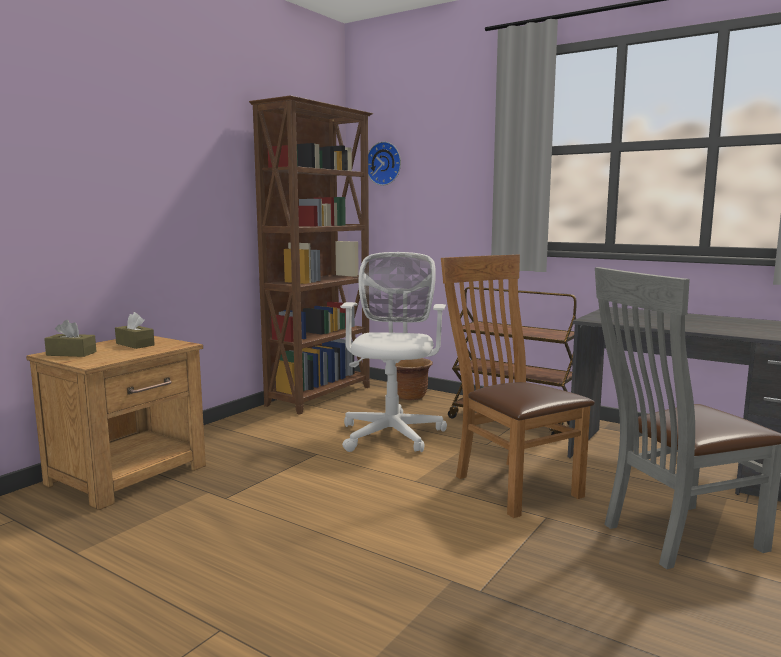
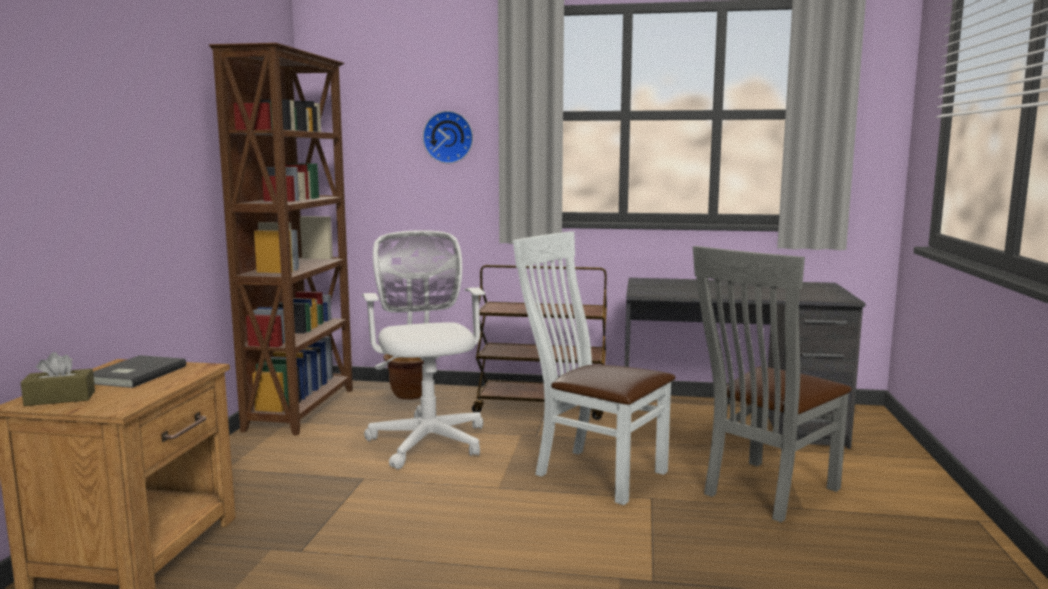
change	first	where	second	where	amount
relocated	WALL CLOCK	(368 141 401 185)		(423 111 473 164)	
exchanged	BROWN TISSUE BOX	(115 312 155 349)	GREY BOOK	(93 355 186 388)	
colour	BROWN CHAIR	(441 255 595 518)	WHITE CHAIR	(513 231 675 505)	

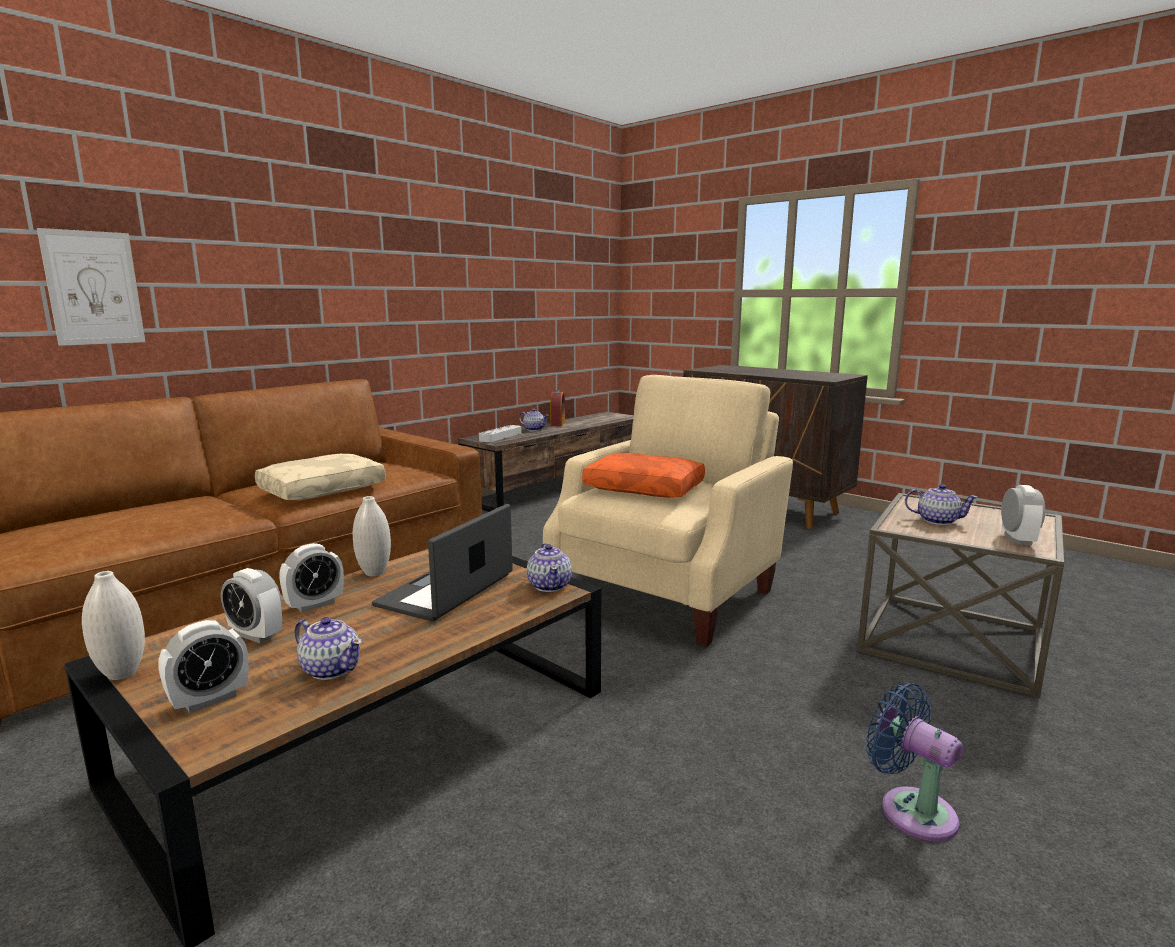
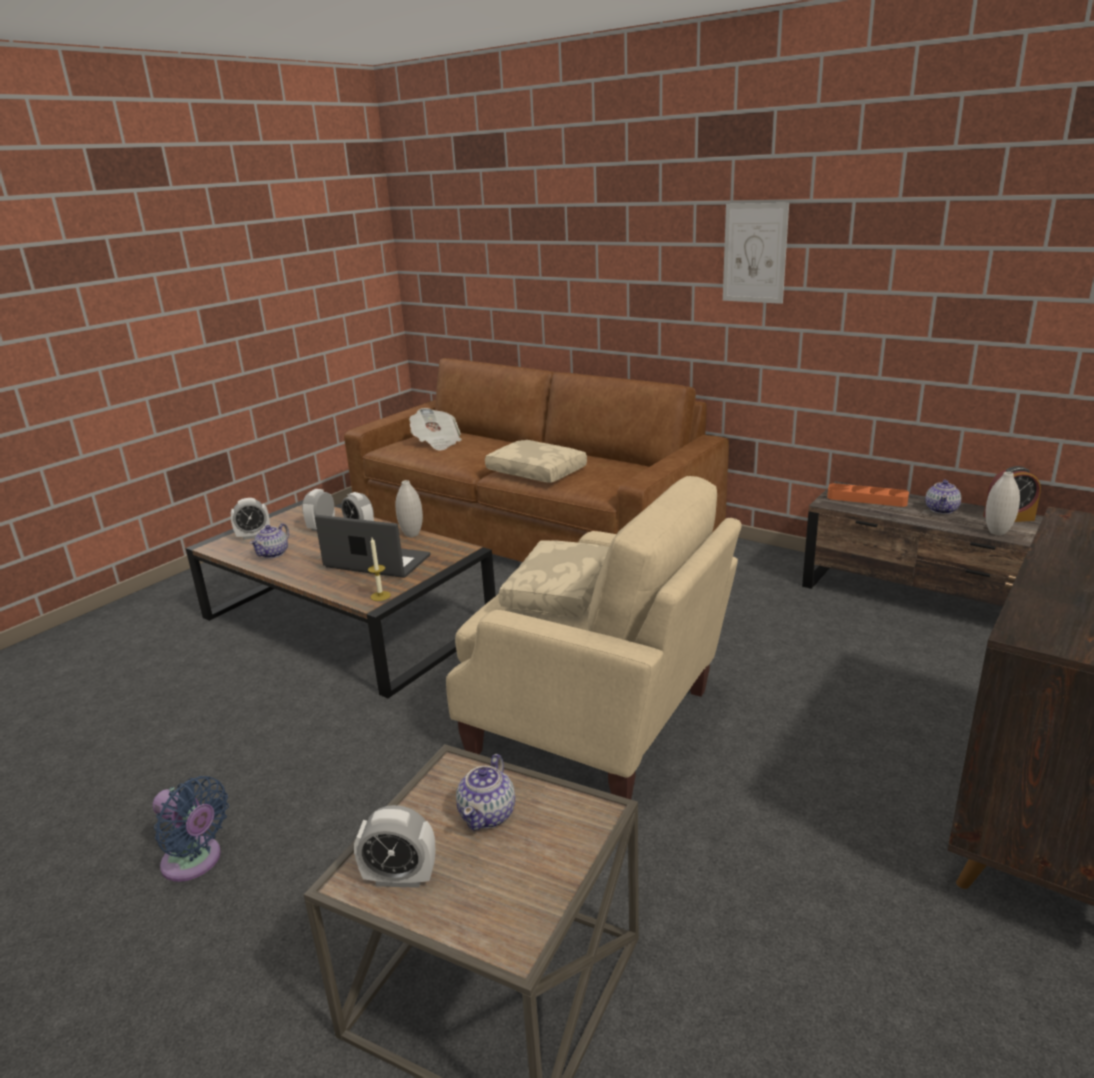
change	first	where	second	where	amount
appeared			NEWSPAPER	(409 408 462 451)	
relocated	PICTURE	(37 228 145 346)		(723 203 789 304)	
relocated	WHITE VASE	(82 571 145 680)		(985 472 1020 535)	
exchanged	TEAPOT	(527 543 572 592)	CANDLE	(368 538 391 601)	
colour	GREY TRAY	(479 425 521 442)	ORANGE TRAY	(827 483 909 507)	
colour	ORANGE PILLOW	(582 453 705 498)	BEIGE PILLOW	(498 540 609 617)	
spun	ALARM CLOCK	(159 620 249 713)		(231 498 270 540)	60 degrees counterclockwise
spun	BLUE FAN	(866 682 963 841)		(153 776 229 882)	75 degrees clockwise

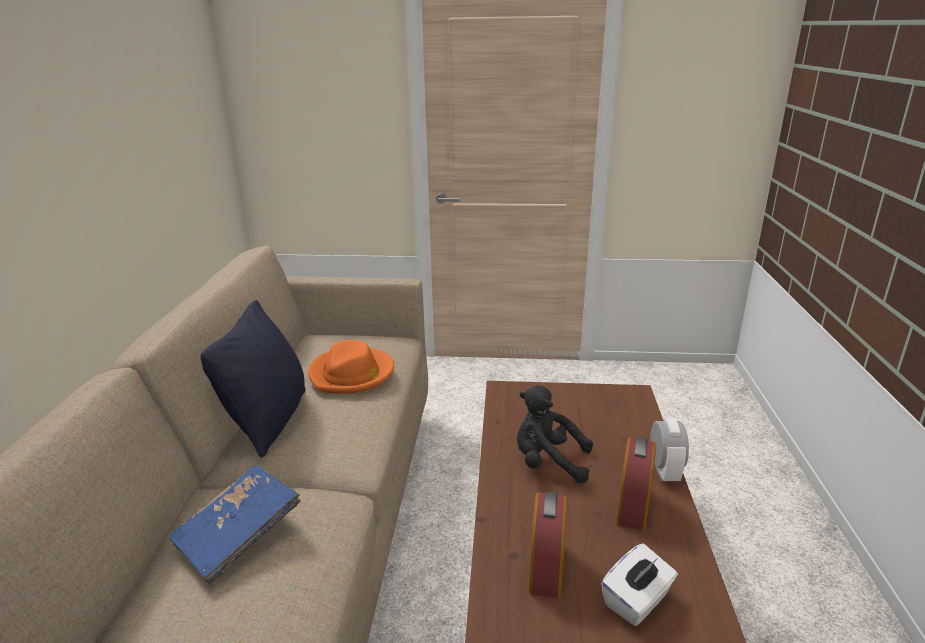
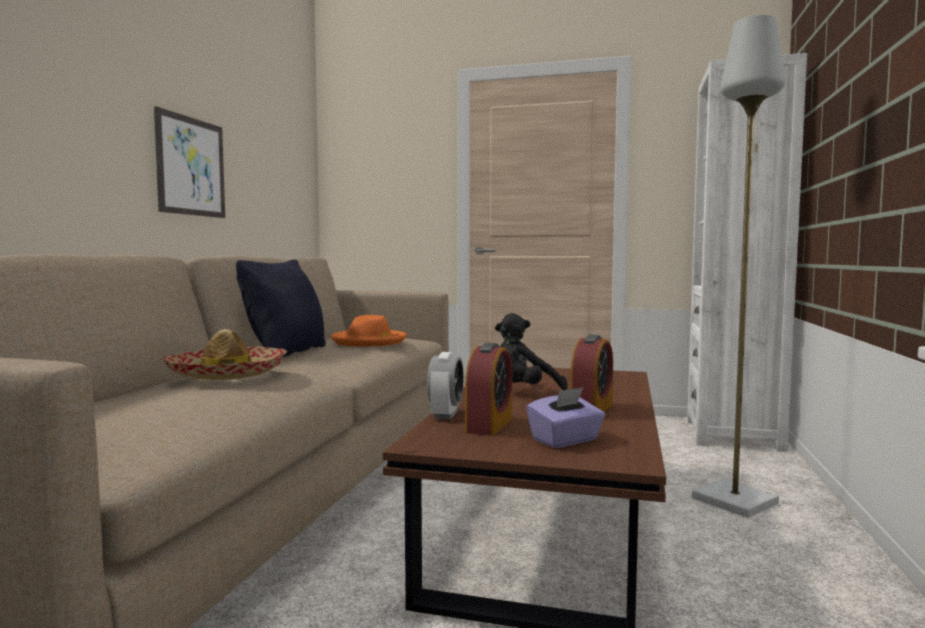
change	first	where	second	where	amount
appeared			PICTURE	(154 106 225 218)	
appeared			WHITE BOOKCASE	(687 53 807 452)	
appeared			GREY FLOOR LAMP	(692 15 785 518)	
relocated	ALARM CLOCK	(650 418 689 481)		(427 352 464 420)	
exchanged	BLUE BOOK	(169 465 301 585)	HAT	(161 329 287 380)	
colour	WHITE TISSUE BOX	(601 544 678 626)	PURPLE TISSUE BOX	(526 387 605 448)	
spun	BLACK PLUSH TOY	(517 385 593 483)		(495 313 568 390)	60 degrees counterclockwise

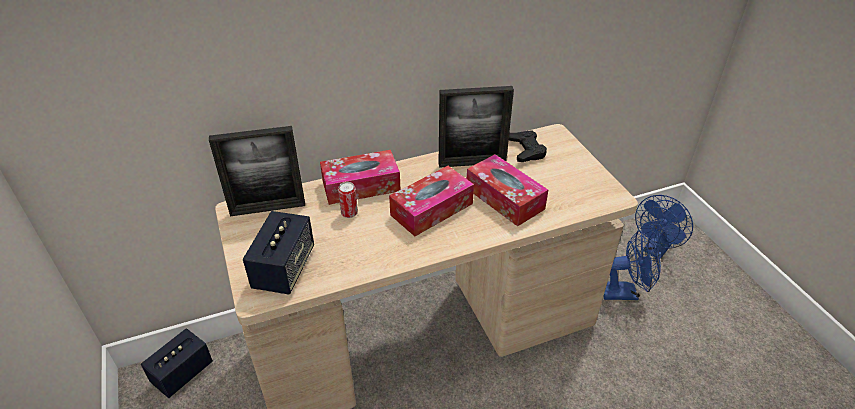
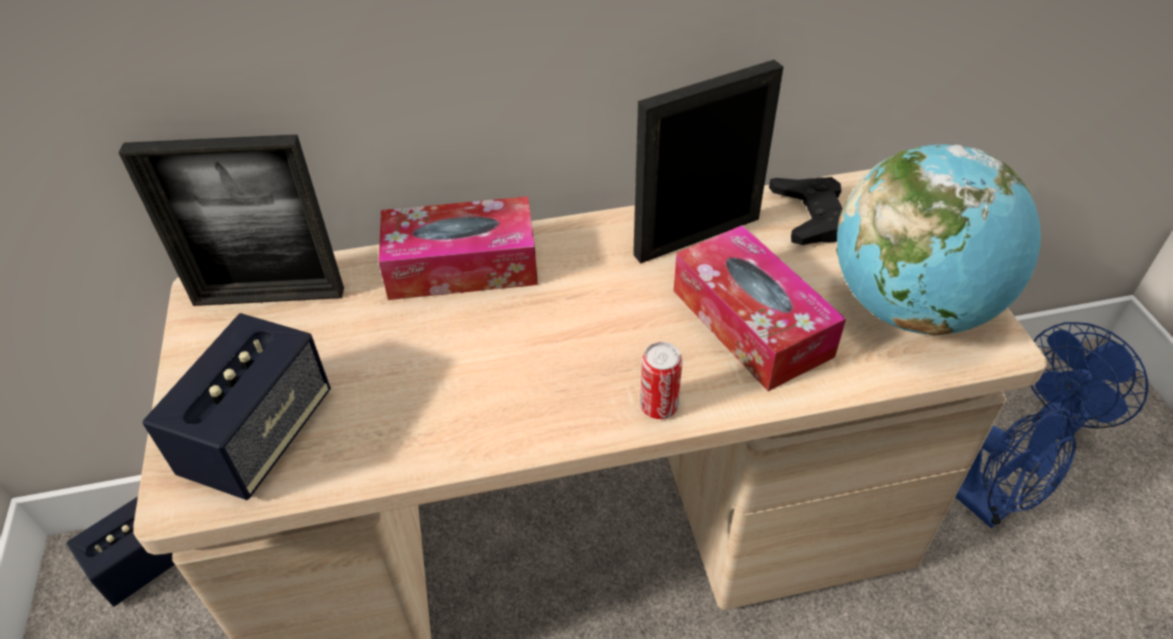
change	first	where	second	where	amount
missing	TISSUE BOX	(389 166 474 236)			
appeared			GLOBE	(836 144 1041 335)	
relocated	CAN	(338 182 358 218)		(640 342 683 419)	
spun	PICTURE FRAME	(439 86 514 168)		(633 60 783 264)	150 degrees clockwise
spun	BLUE FAN	(603 230 661 300)		(955 409 1077 528)	45 degrees clockwise

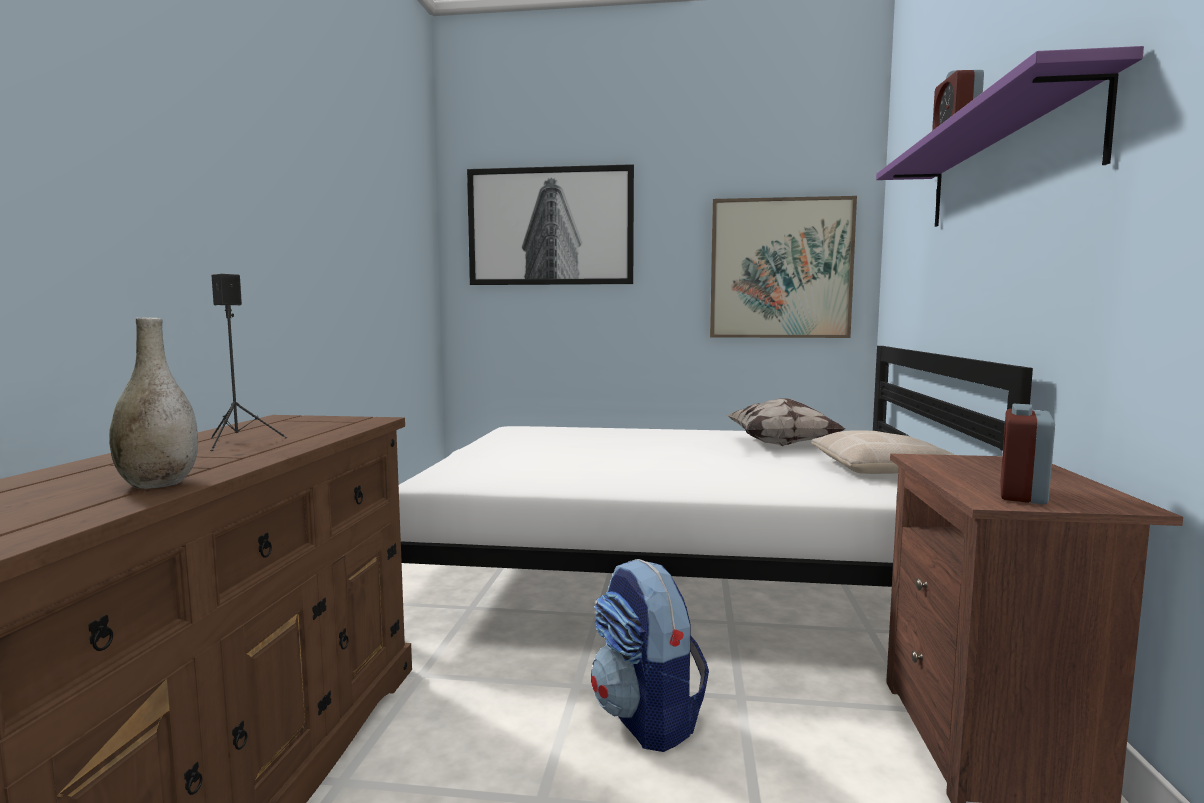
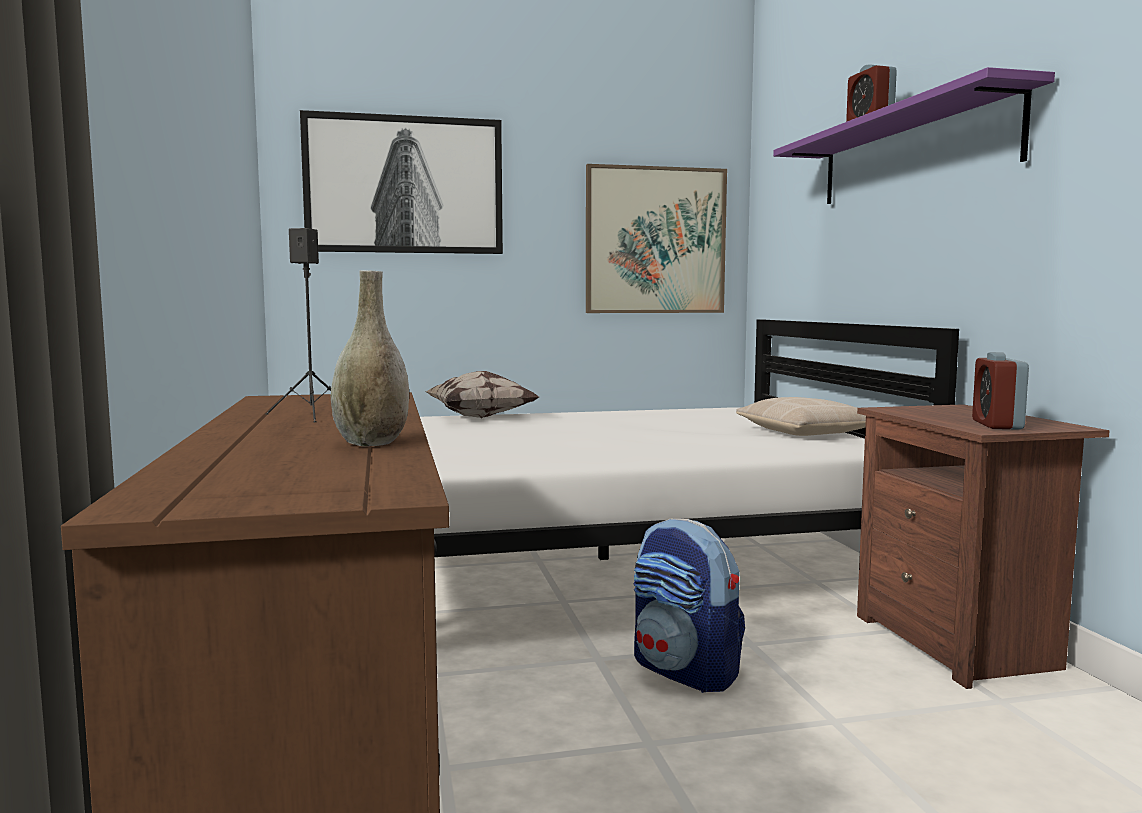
change	first	where	second	where	amount
relocated	PILLOW	(726 398 845 446)		(424 371 539 419)	

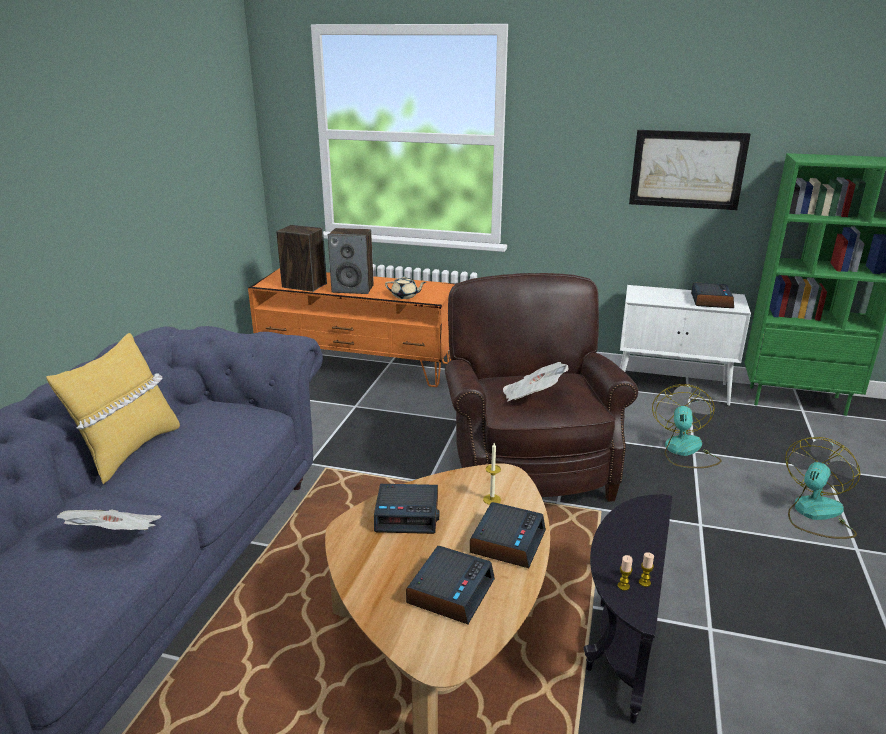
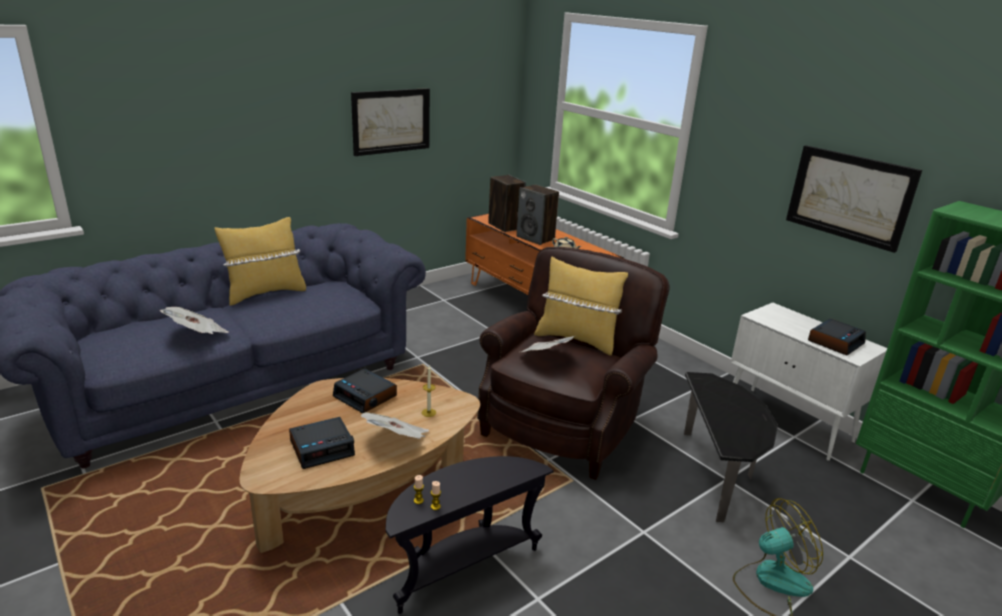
change	first	where	second	where	amount
appeared			PICTURE	(351 88 430 156)	
appeared			YELLOW PILLOW	(534 256 628 356)	
exchanged	ALARM CLOCK	(470 502 546 568)	NEWSPAPER	(361 412 429 439)	
exchanged	FAN	(652 384 721 468)	SIDE TABLE	(684 372 778 522)	

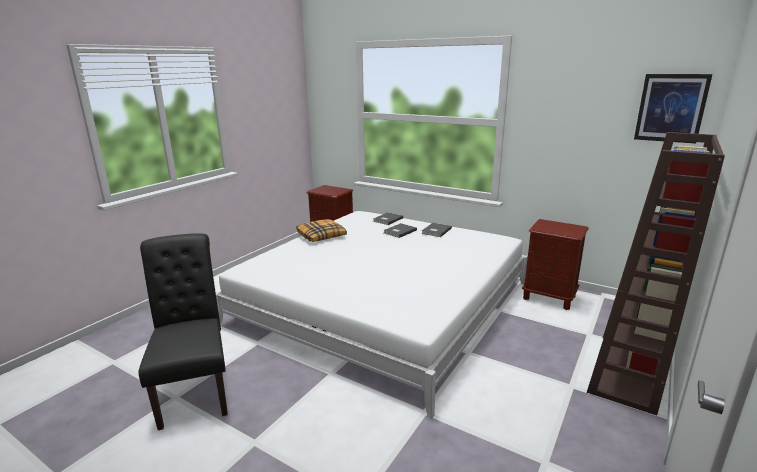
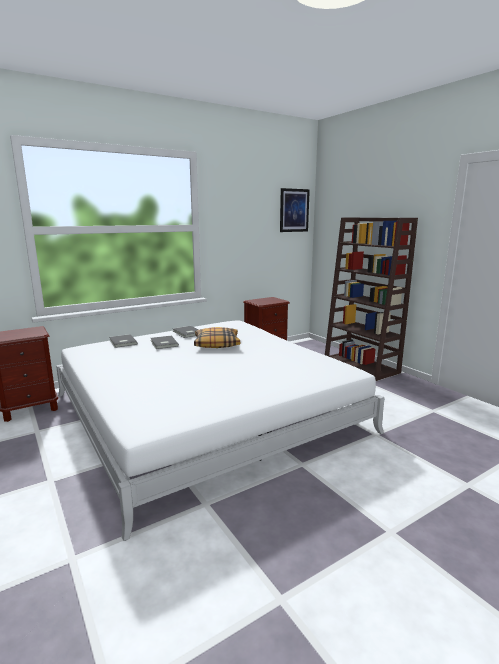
change	first	where	second	where	amount
missing	BLACK CHAIR	(138 233 228 430)			
relocated	PILLOW	(296 219 347 242)		(194 327 240 348)	

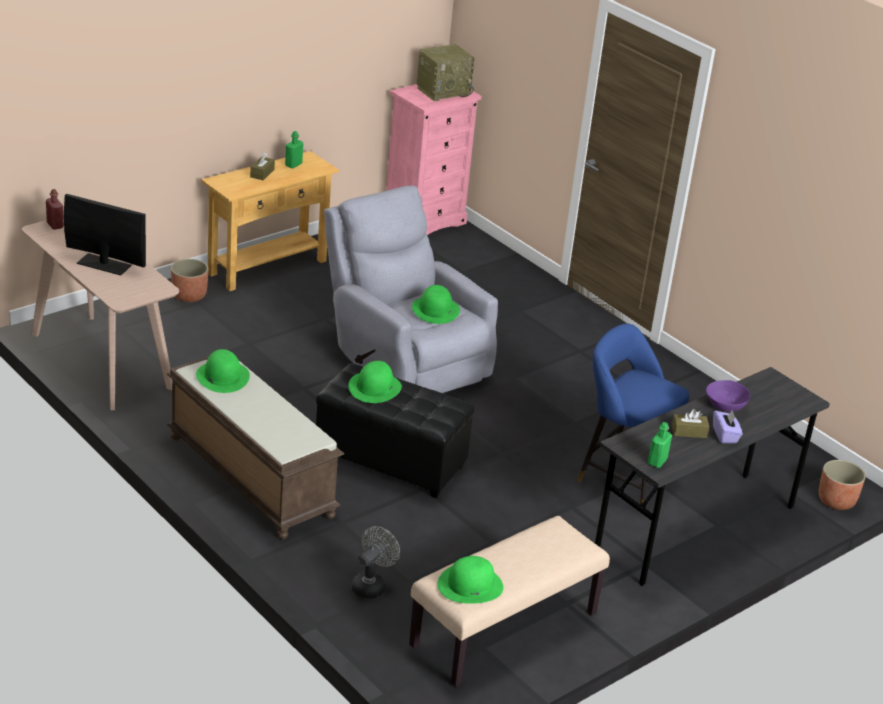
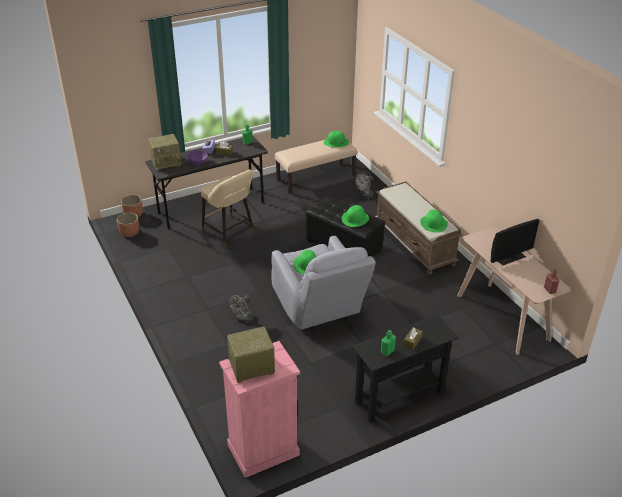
change	first	where	second	where	amount
appeared			RADIO	(148 134 183 170)	
appeared			GREY FAN	(229 295 254 323)	
relocated	PLANTER	(171 259 208 302)		(117 212 139 237)	
colour	BEIGE CONSOLE TABLE	(201 151 339 291)	BLACK CONSOLE TABLE	(352 314 459 423)	
colour	BLUE STOOL	(577 323 689 505)	BEIGE STOOL	(201 169 254 247)	
spun	MONITOR	(64 194 146 275)		(491 219 539 266)	60 degrees counterclockwise

